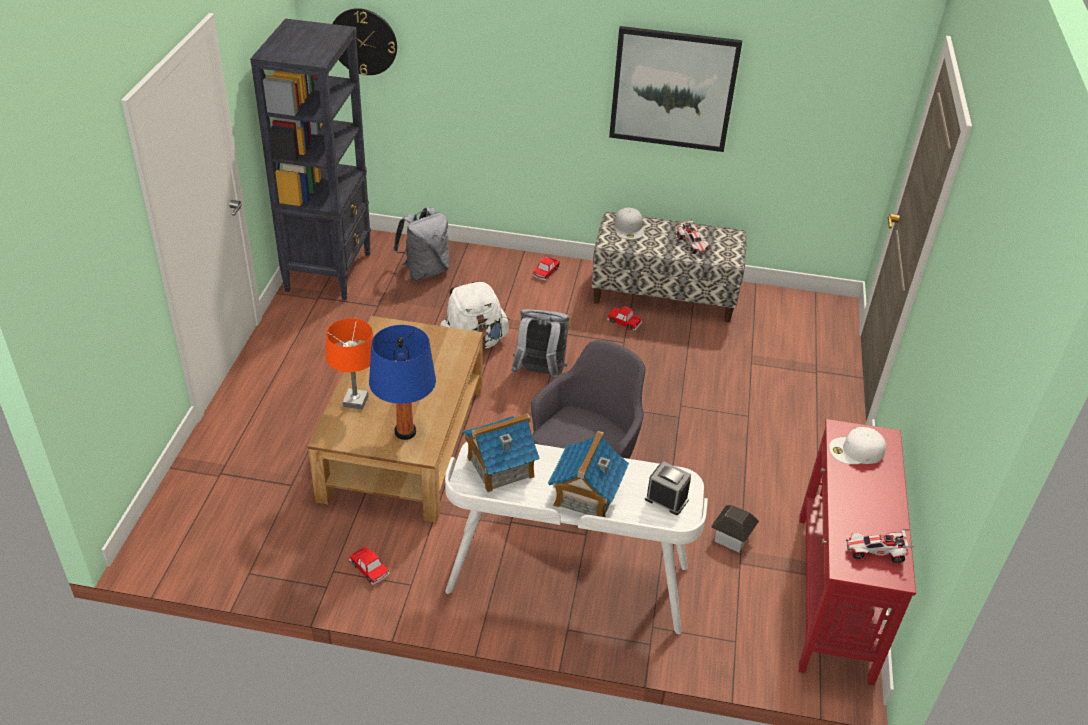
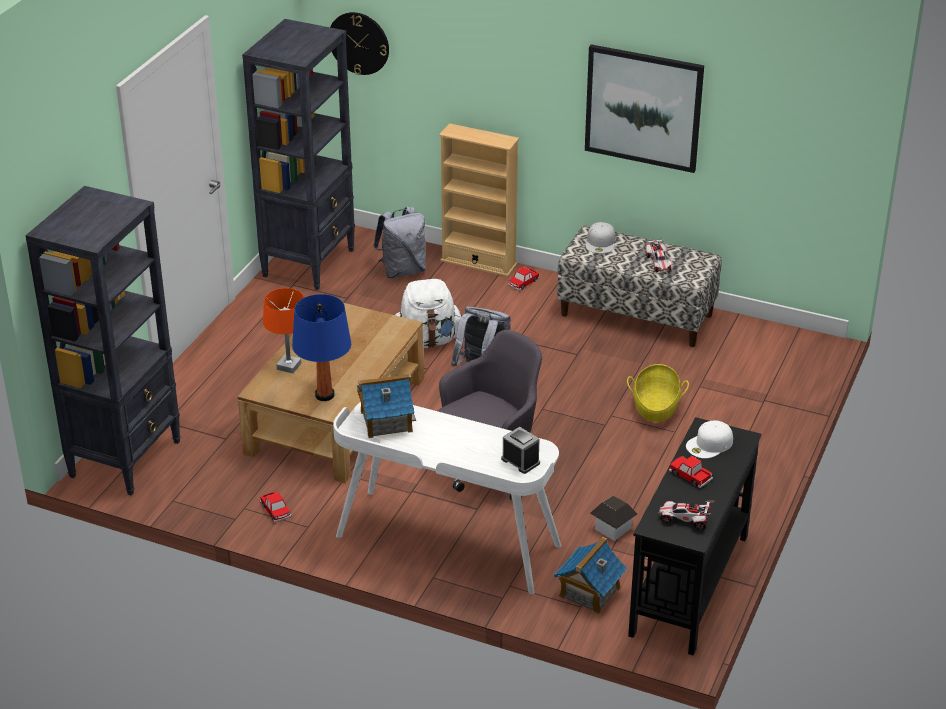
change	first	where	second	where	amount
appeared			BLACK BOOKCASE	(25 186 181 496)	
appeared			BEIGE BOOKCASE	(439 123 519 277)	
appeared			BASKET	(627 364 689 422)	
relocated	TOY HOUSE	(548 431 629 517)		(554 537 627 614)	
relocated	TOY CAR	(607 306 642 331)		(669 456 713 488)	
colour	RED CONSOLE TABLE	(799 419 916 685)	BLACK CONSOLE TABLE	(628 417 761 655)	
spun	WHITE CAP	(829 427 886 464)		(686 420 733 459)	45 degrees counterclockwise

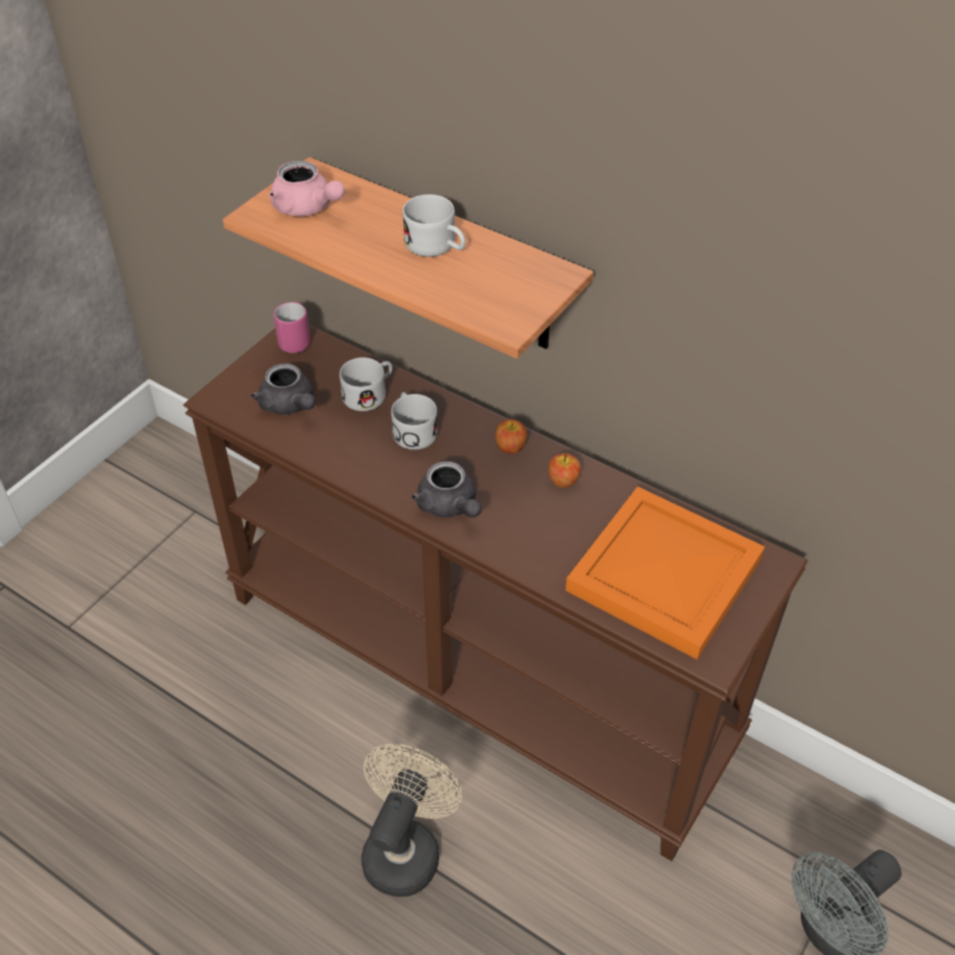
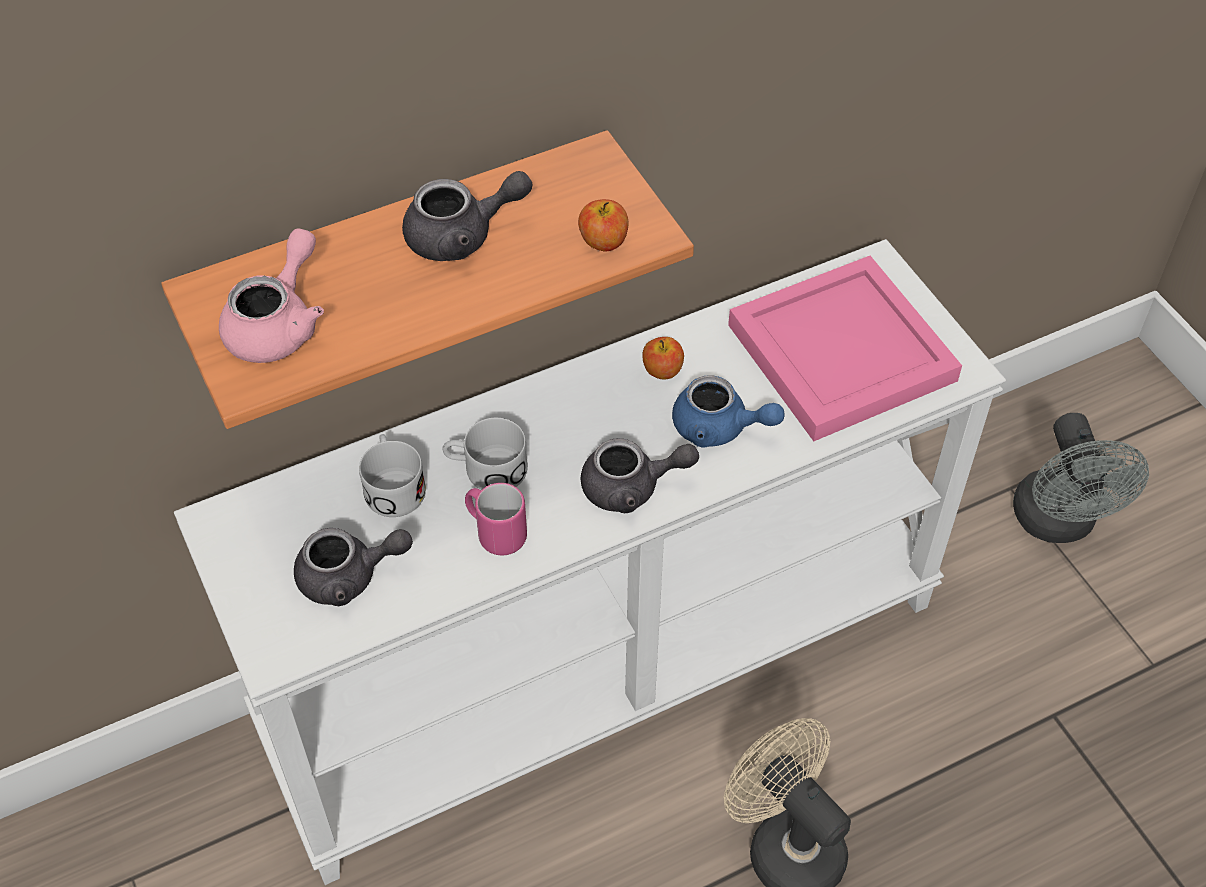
change	first	where	second	where	amount
appeared			BLUE TEAPOT	(672 375 785 448)	
relocated	PINK MUG	(274 302 310 353)		(465 483 527 556)	
relocated	APPLE	(495 419 527 454)		(578 199 628 252)	
exchanged	WHITE MUG	(403 194 466 257)	GREY TEAPOT	(402 171 532 261)	
colour	BROWN CONSOLE TABLE	(183 325 808 861)	WHITE CONSOLE TABLE	(174 239 1006 885)	
colour	ORANGE TRAY	(565 486 765 659)	PINK TRAY	(728 256 962 441)	
spun	PINK TEAPOT	(269 161 345 217)		(219 228 324 363)	45 degrees counterclockwise

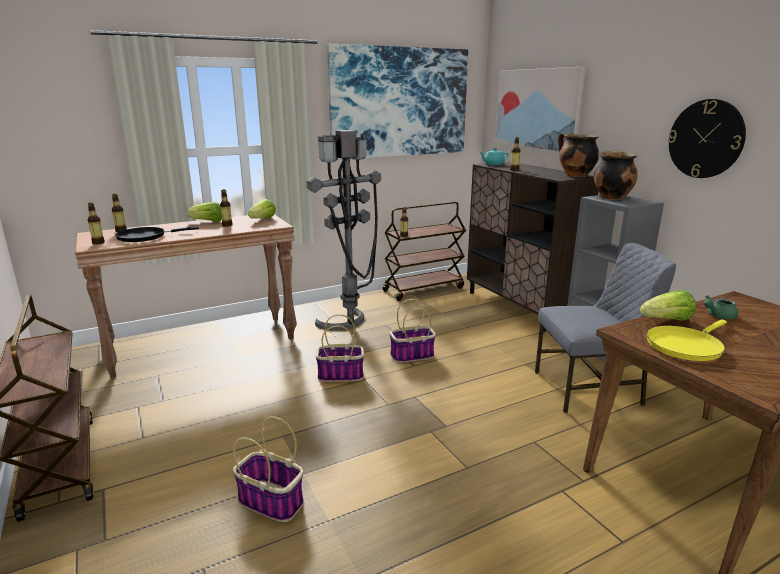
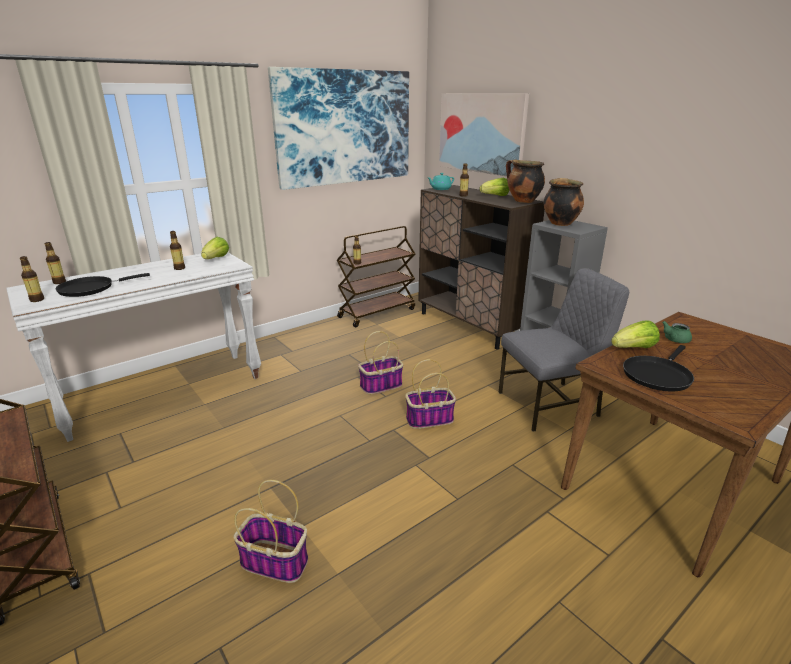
change	first	where	second	where	amount
missing	GREY FLOOR LAMP	(306 130 381 330)			
missing	WALL CLOCK	(668 99 746 178)			
relocated	LETTUCE	(187 202 222 222)		(480 177 509 196)	
relocated	BASKET	(316 314 364 382)		(405 359 456 429)	
colour	BROWN CONSOLE TABLE	(75 214 297 378)	WHITE CONSOLE TABLE	(6 252 261 442)	
colour	YELLOW FRYING PAN	(646 319 727 361)	BLACK FRYING PAN	(623 345 694 391)	

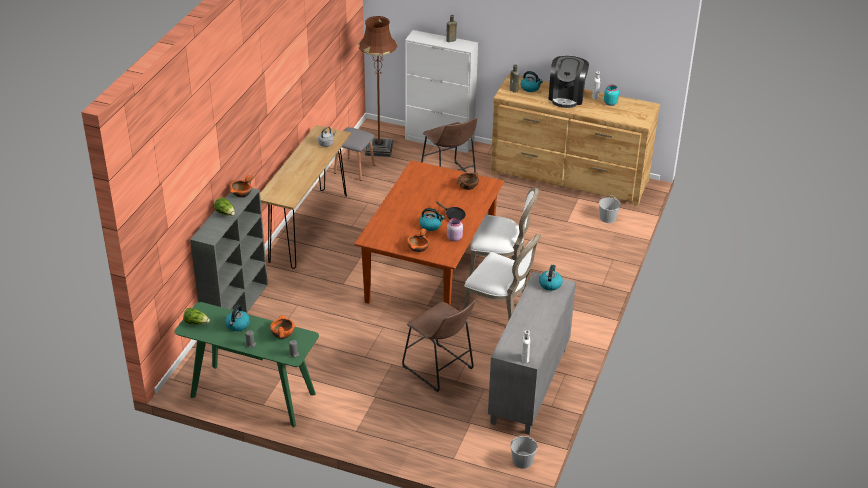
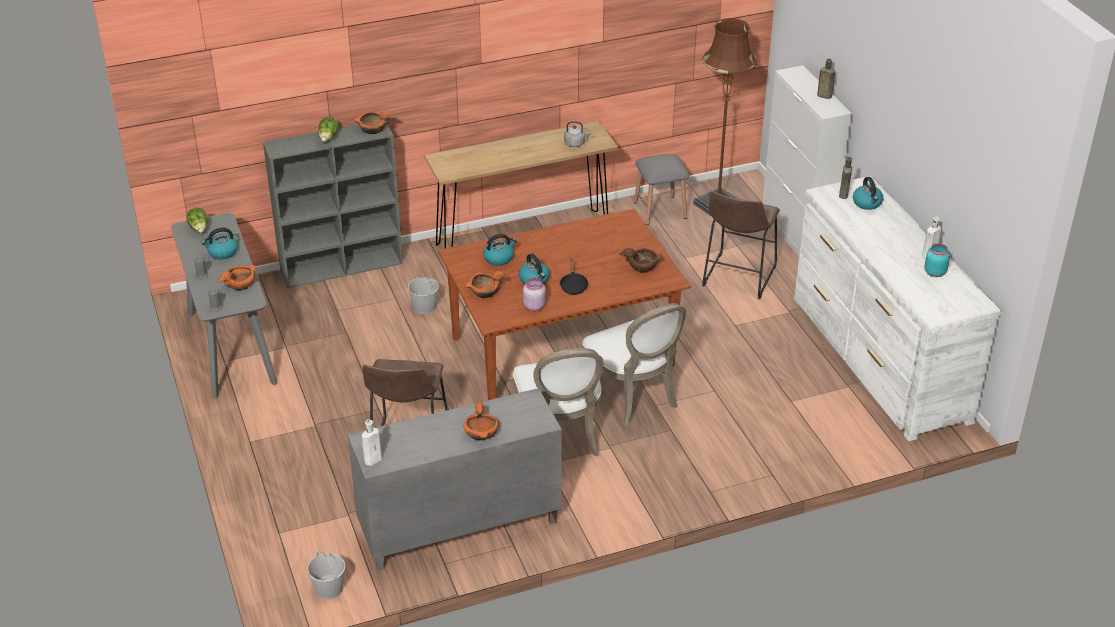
change	first	where	second	where	amount
missing	COFFEE MACHINE	(548 56 589 108)			
appeared			ORANGE BOWL	(463 402 499 440)	
relocated	KETTLE	(539 265 563 291)		(483 234 517 266)	
relocated	WHITE BUCKET	(599 195 621 223)		(408 273 439 314)	
colour	GREEN CONSOLE TABLE	(174 302 319 427)	GREY CONSOLE TABLE	(171 213 278 399)	
colour	BROWN DRESSER	(490 74 660 206)	WHITE DRESSER	(794 176 1001 441)	

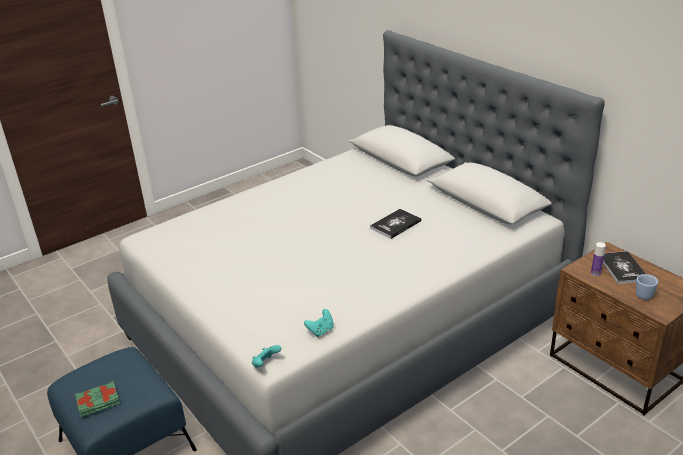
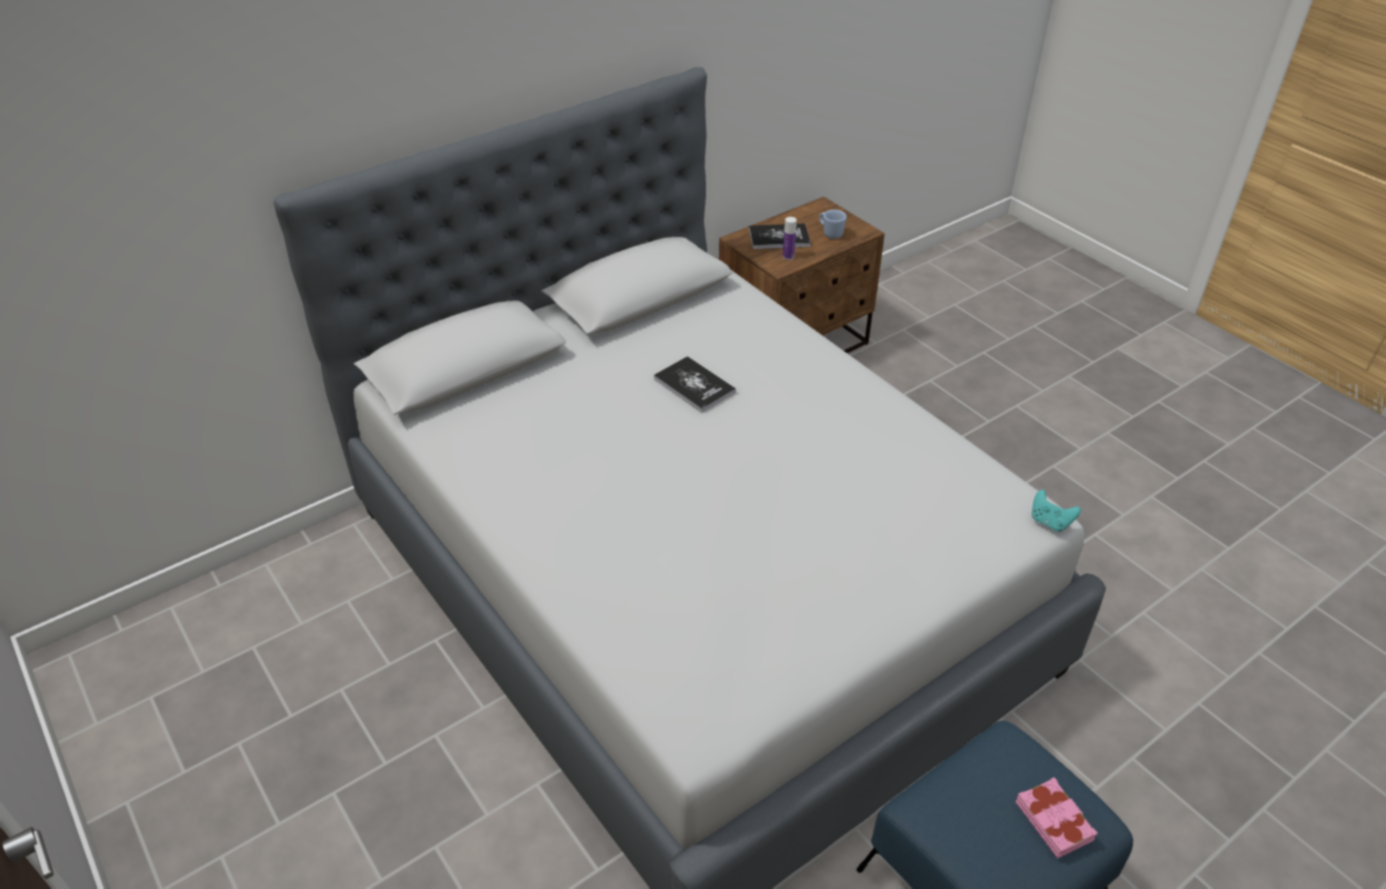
change	first	where	second	where	amount
missing	TURQUOISE GAME CONTROLLER	(304 309 334 337)			
colour	GREEN BOOK	(75 381 120 417)	PINK BOOK	(1016 777 1097 859)	

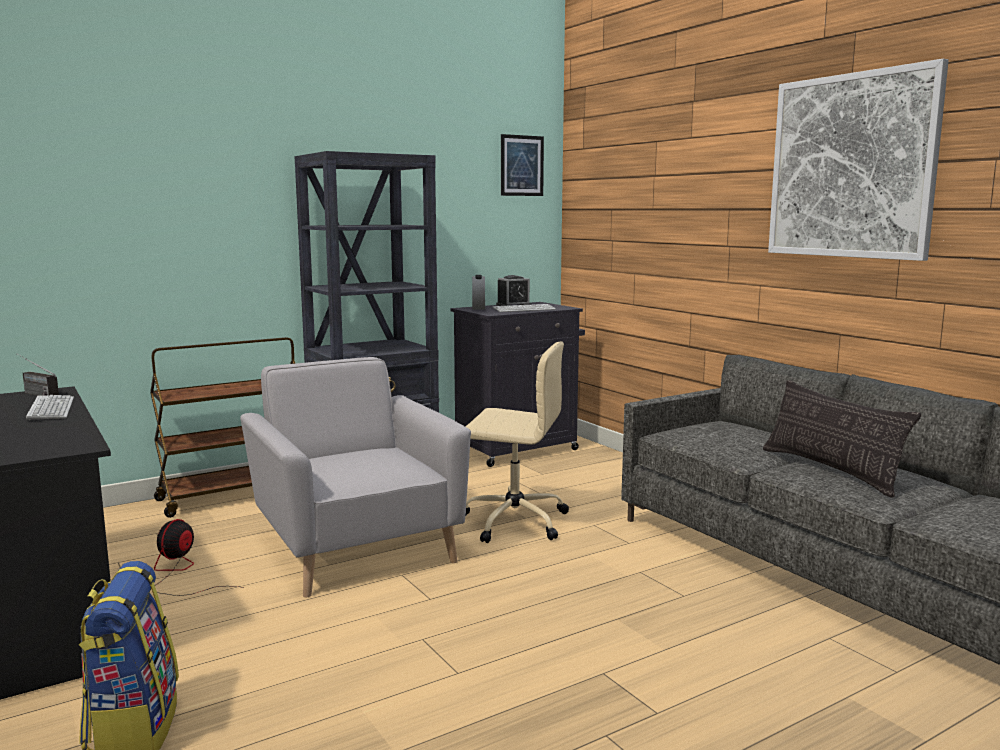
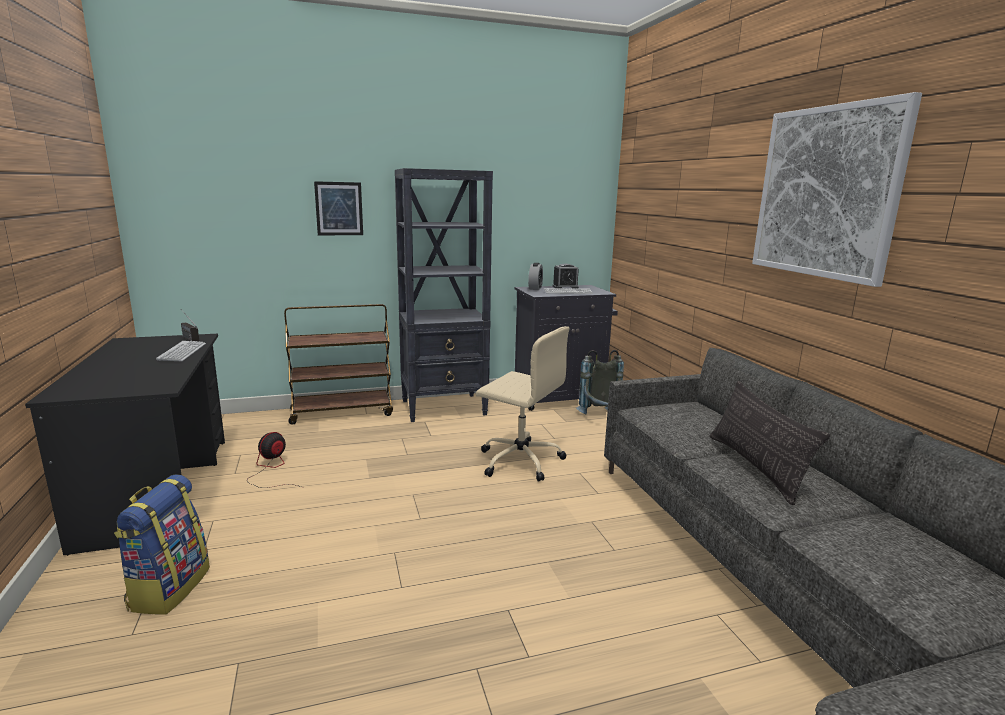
change	first	where	second	where	amount
missing	GREY ARMCHAIR	(240 357 471 597)			
appeared			GREY BACKPACK	(576 350 624 414)	
relocated	PICTURE	(501 134 544 196)		(314 181 363 235)	

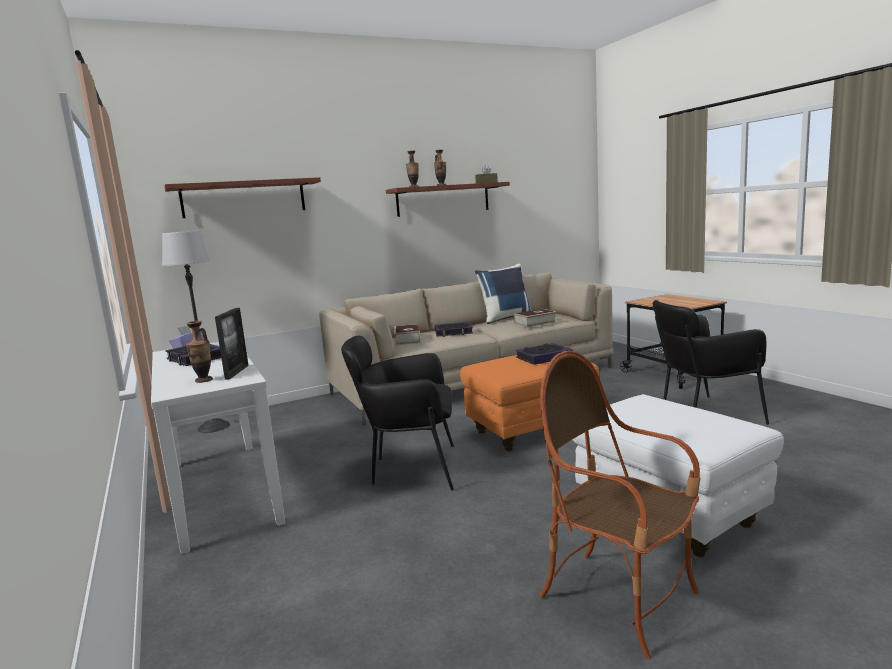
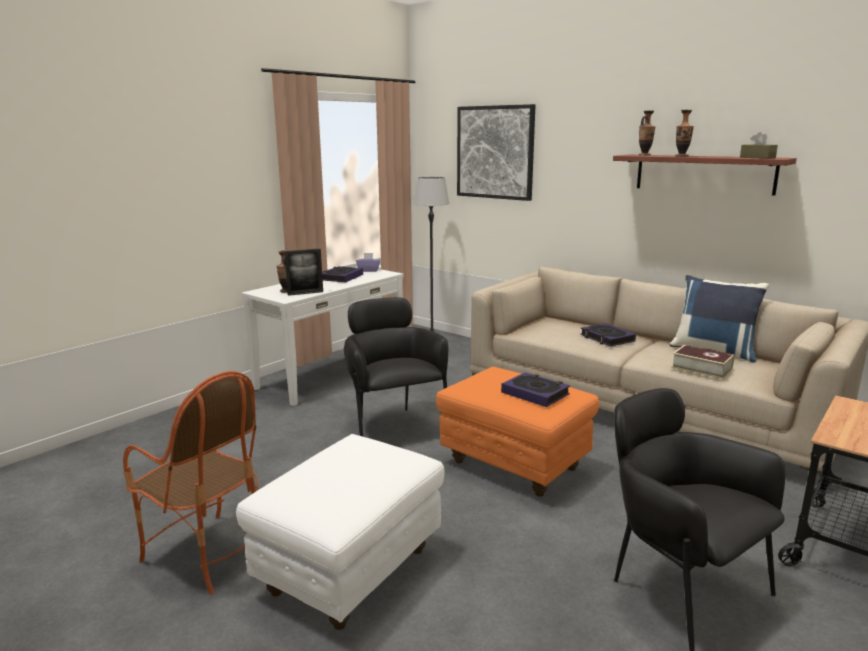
change	first	where	second	where	amount
missing	BOOK	(394 324 421 345)			
exchanged	SHELF	(164 177 321 218)	PICTURE	(457 104 535 201)	
spun	ARMCHAIR	(540 350 701 659)		(123 371 258 594)	105 degrees clockwise

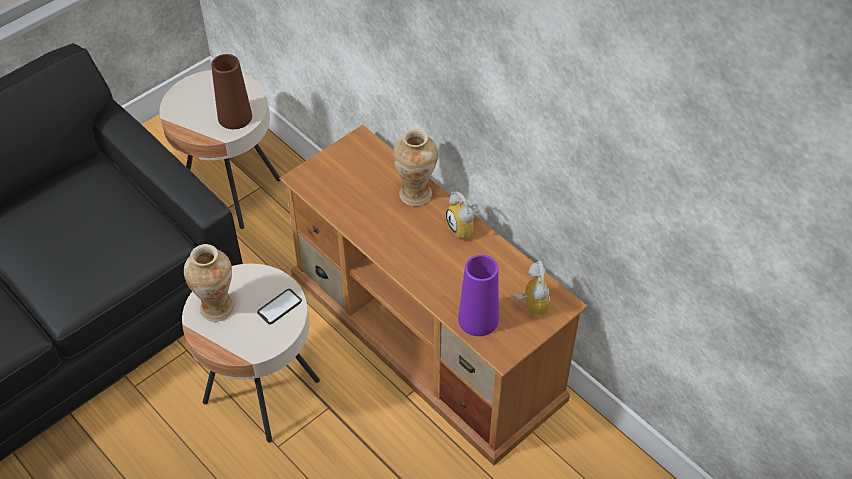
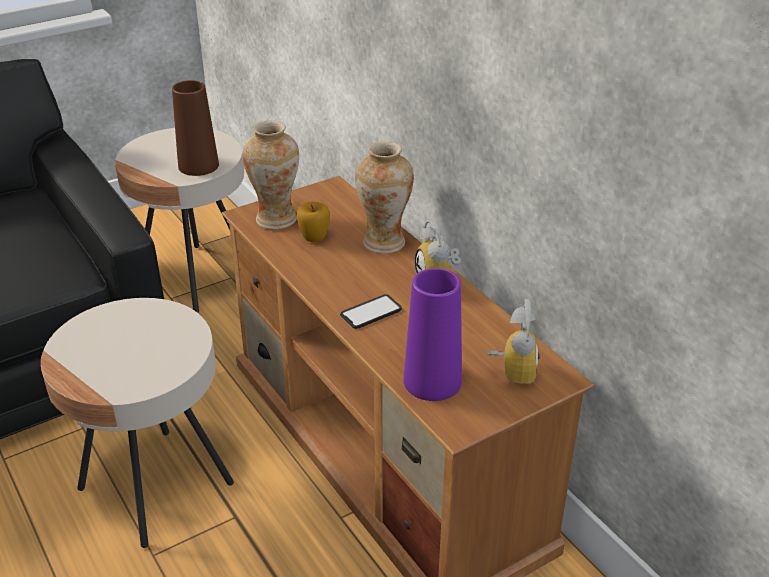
change	first	where	second	where	amount
appeared			APPLE	(297 202 330 242)	
relocated	VASE	(184 244 235 322)		(243 120 299 230)	
relocated	PHONE	(257 289 302 324)		(340 294 402 329)	

